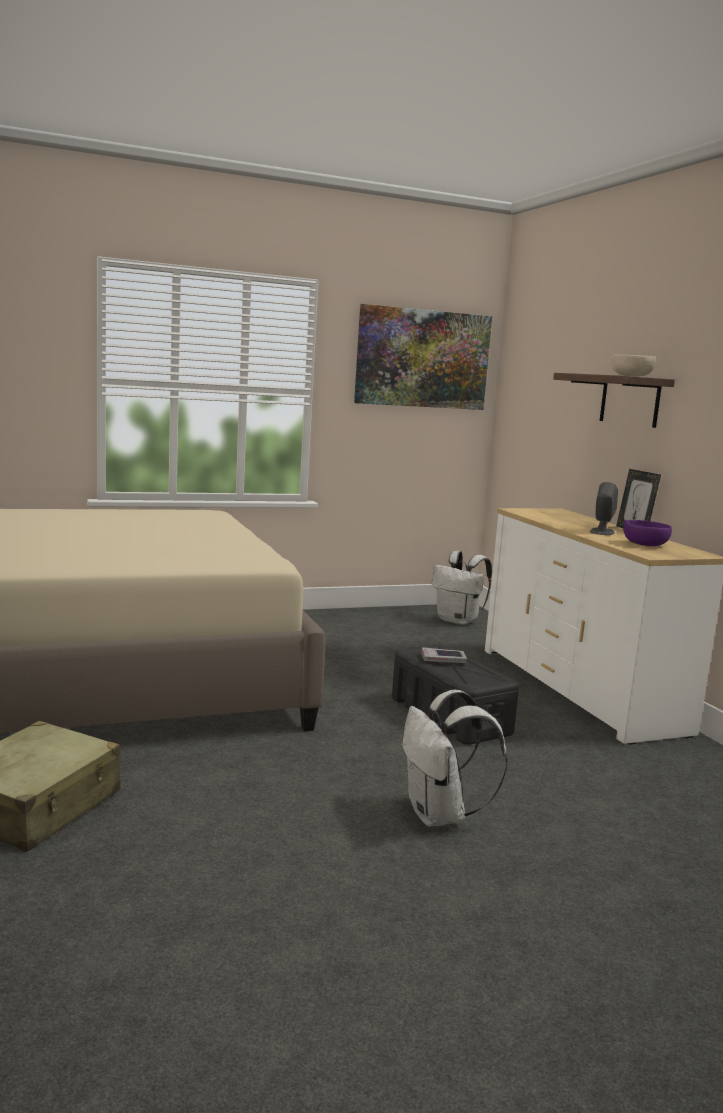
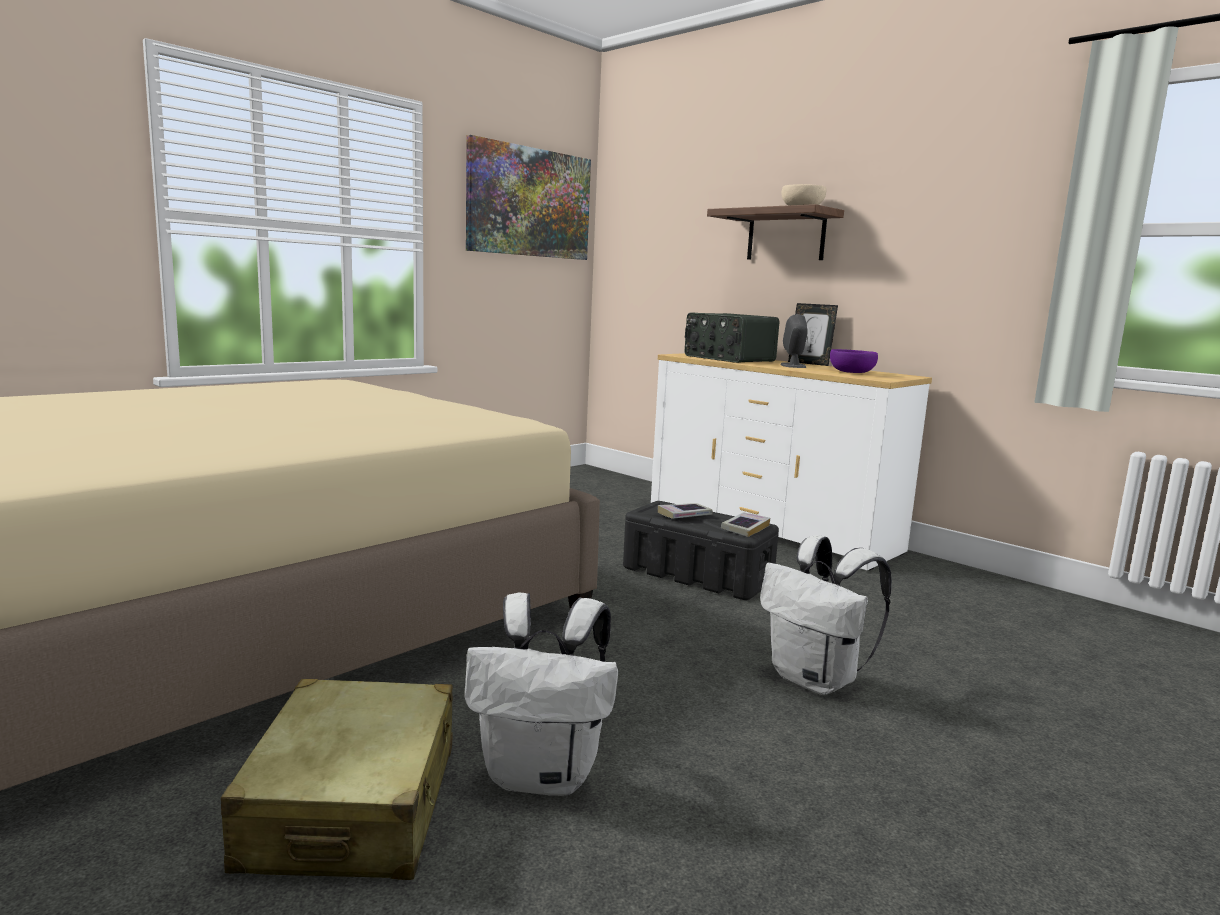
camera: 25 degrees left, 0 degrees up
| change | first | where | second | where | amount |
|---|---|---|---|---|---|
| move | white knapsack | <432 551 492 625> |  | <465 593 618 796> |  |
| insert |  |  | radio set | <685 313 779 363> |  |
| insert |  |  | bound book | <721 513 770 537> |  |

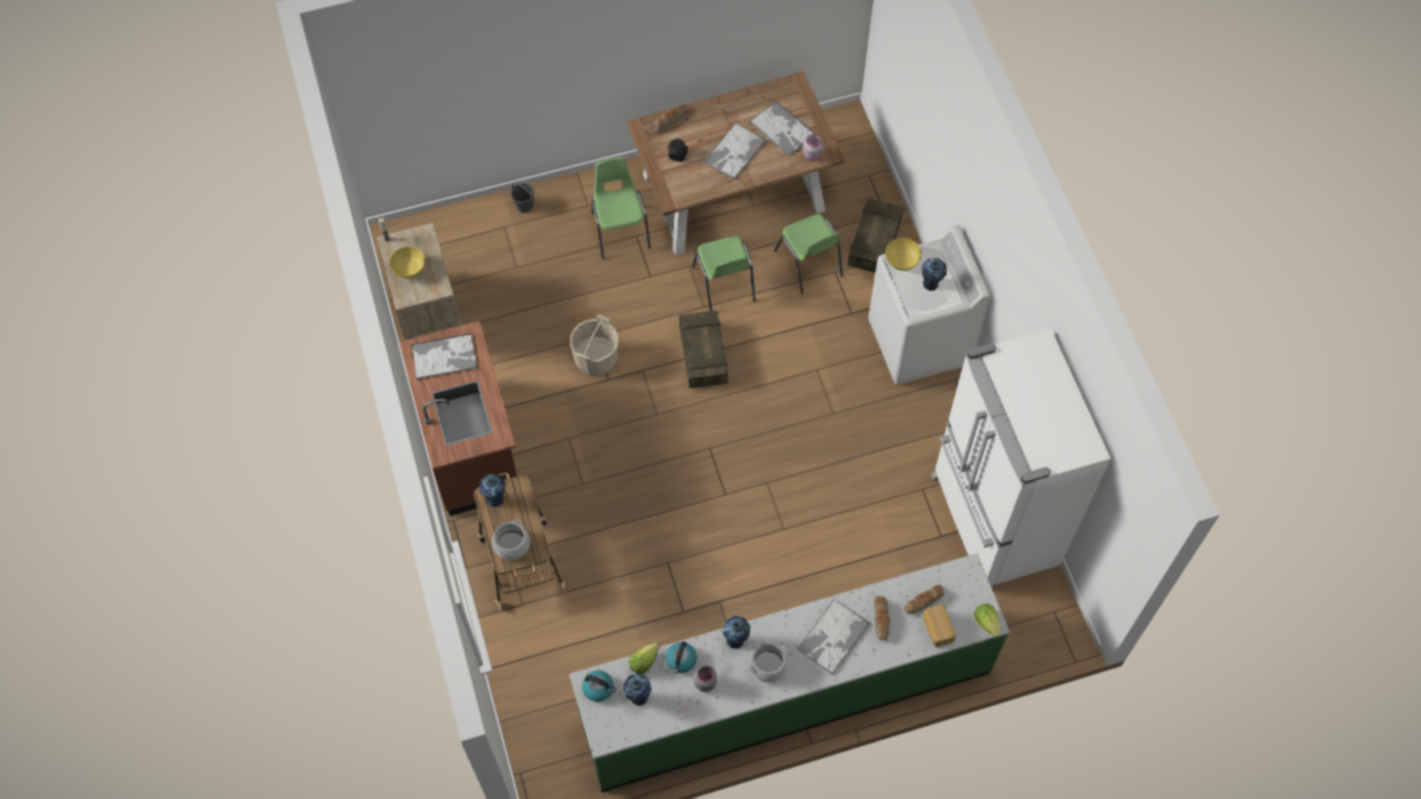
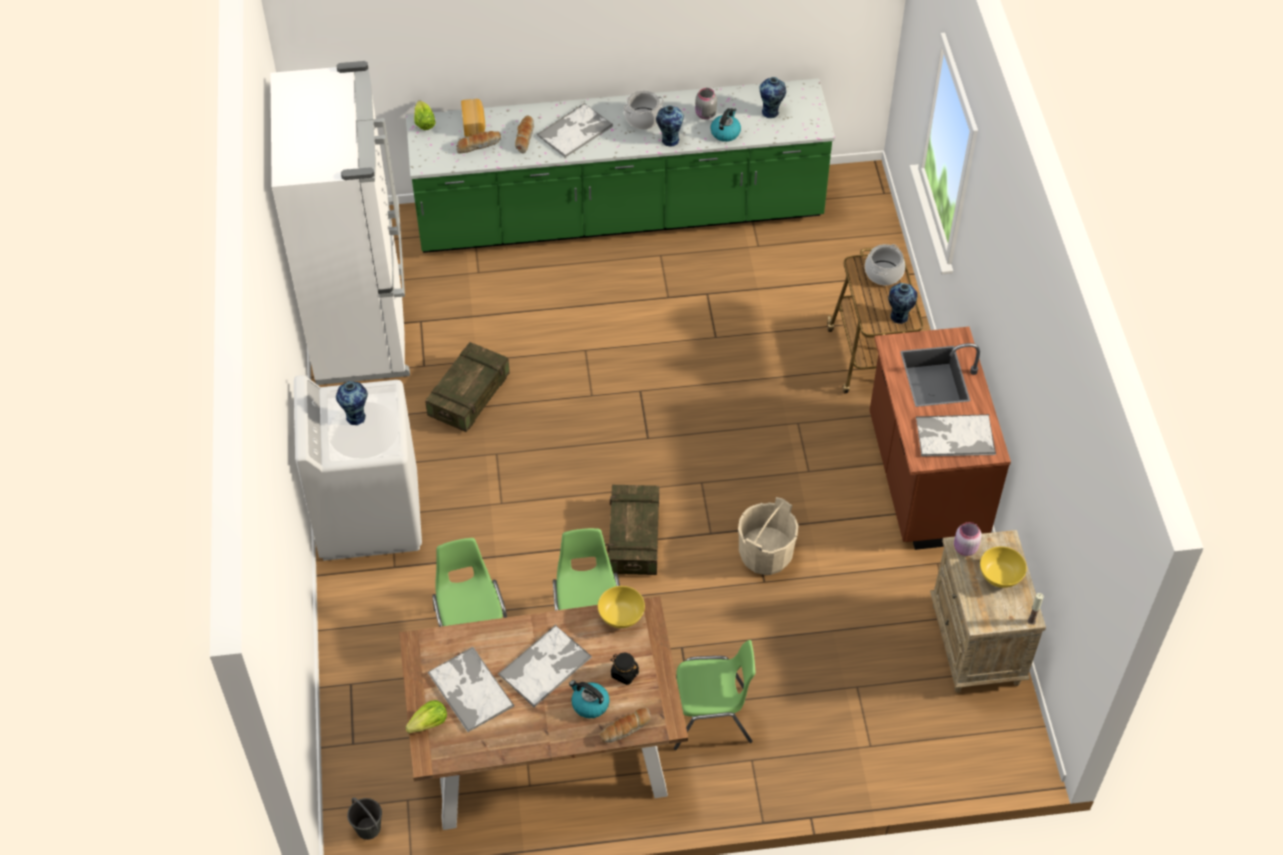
camera: 170 degrees left, 10 degrees down
| change | first | where | second | where | amount |
|---|---|---|---|---|---|
| move | gray pail | <511 182 535 213> |  | <347 798 382 840> |  |
| move | kettle | <582 670 616 702> |  | <569 680 609 718> |  |
| rotate | green-coloured upright chair | <591 158 651 259> |  | <674 640 755 750> | 90 degrees counterclockwise |
| move | head of lettuce | <629 643 660 674> |  | <405 700 447 733> |  |
| move | pink-coloured preserve jar | <803 134 823 160> |  | <954 522 982 556> |  |
| move | packing crate | <848 198 904 273> |  | <425 342 510 432> |  |
| move | yellow-coloured serving bowl | <885 238 922 271> |  | <598 586 645 628> |  |

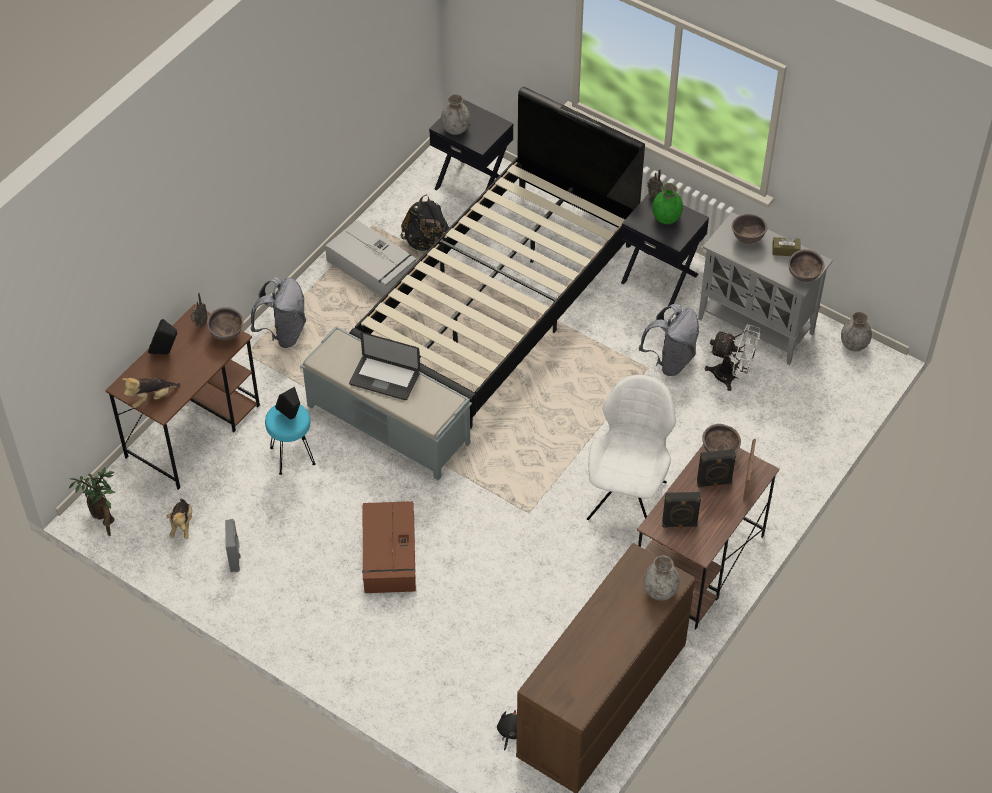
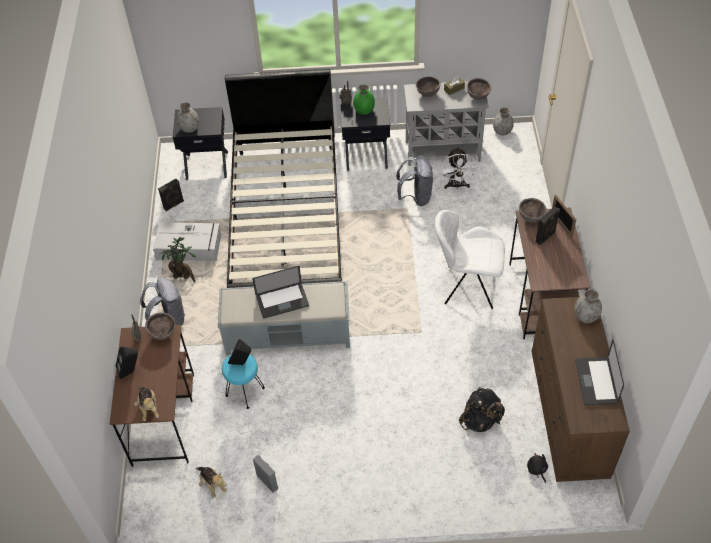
camera: 35 degrees left, 0 degrees up
| change | first | where | second | where | amount |
|---|---|---|---|---|---|
| move | plant in a pot | <69 467 115 536> |  | <160 237 196 282> |  |
| rotate | soft toy | <122 378 181 408> |  | <134 387 159 421> | 45 degrees counterclockwise |
| delete | brown storage container | <362 501 416 593> |  |  |  |
| move | black-coloured knapsack | <400 194 449 251> |  | <459 387 505 432> |  |
| rotate | white upright chair | <587 375 676 520> |  | <435 210 505 309> | 60 degrees counterclockwise |
| move | black-coloured speaker | <662 492 701 528> |  | <158 179 184 211> |  |
| rotate | white fan | <705 324 760 391> |  | <440 147 478 190> | 105 degrees clockwise |
| insert |  |  | laptop | <575 339 624 405> |  |

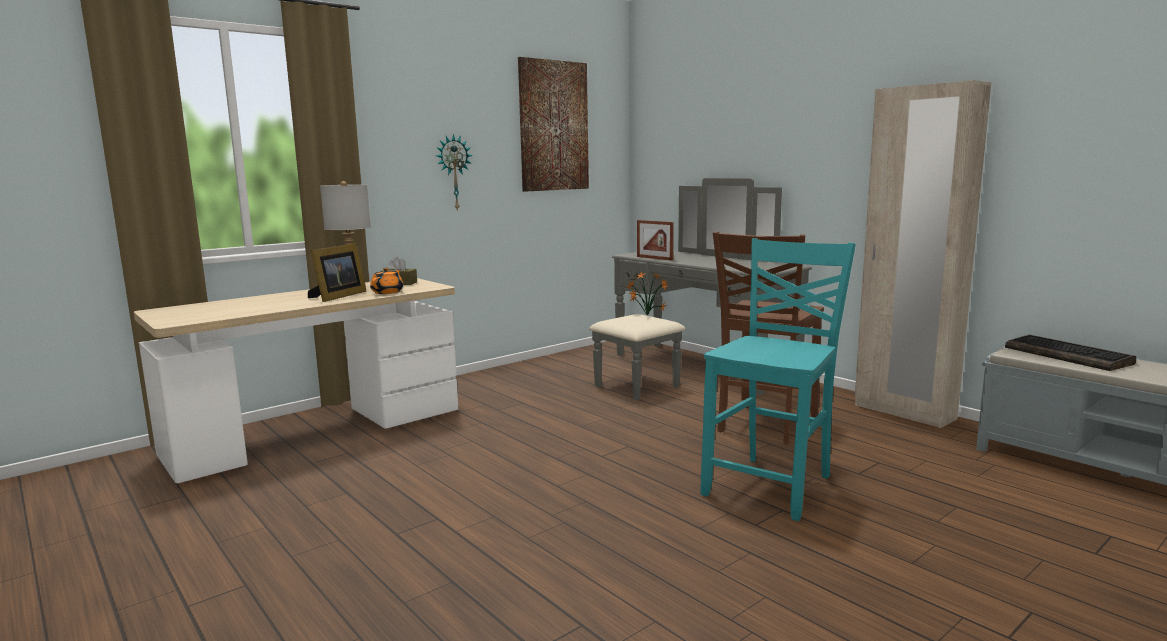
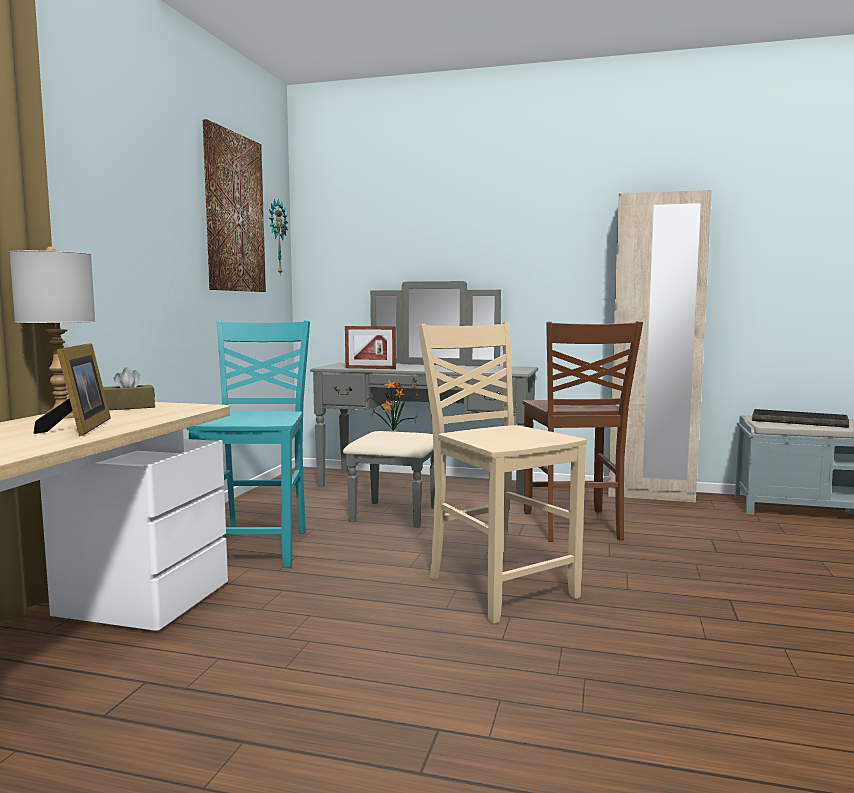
camera: 35 degrees left, 5 degrees down
| change | first | where | second | where | amount |
|---|---|---|---|---|---|
| delete | orange-coloured tea pot | <370 268 403 294> |  |  |  |
| move | clock on the wall | <436 134 473 211> |  | <269 199 288 275> |  |
| move | turquoise upright chair | <700 238 856 521> |  | <186 321 310 568> |  |
| insert |  |  | sand-coloured upright chair | <418 322 587 624> |  |

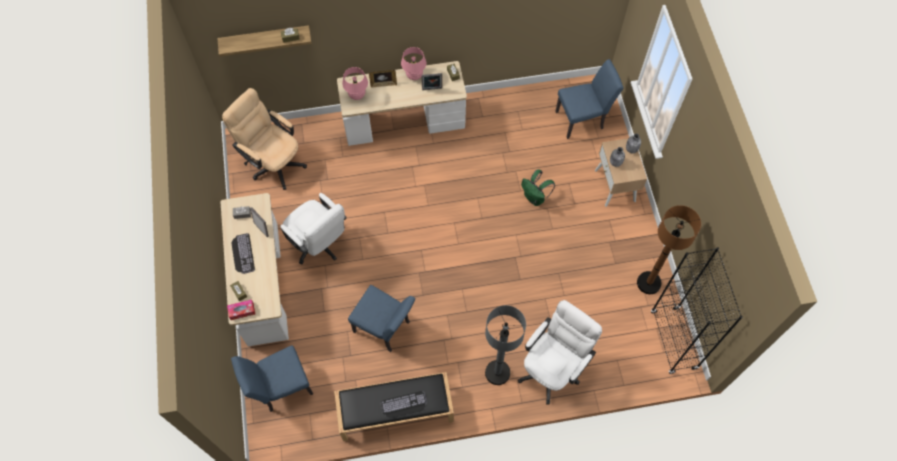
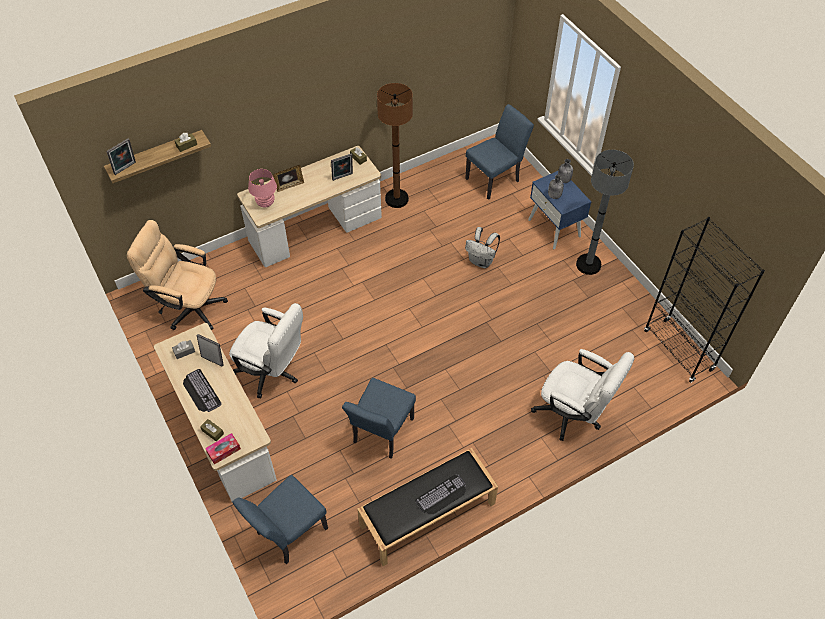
camera: 20 degrees left, 10 degrees down
| change | first | where | second | where | amount |
|---|---|---|---|---|---|
| rotate | blue upright chair | <348 285 416 352> |  | <342 378 416 459> | 105 degrees clockwise |
| delete | pink-coloured lamp for a table | <401 47 426 80> |  |  |  |
| move | gray floor lamp | <485 305 526 385> |  | <576 150 634 275> |  |
| rotate | white office chair | <518 300 602 405> |  | <531 349 634 441> | 105 degrees clockwise |
| recolor | green-coloured knapsack | <521 169 555 206> | white knapsack | <465 227 500 268> |  |
| recolor | sand-coloured night table | <595 138 647 207> | blue night table | <528 171 591 249> |  |
| move | brown floor lamp | <637 205 701 294> |  | <377 83 413 208> |  |
| insert |  |  | photo frame | <107 138 136 175> |  |

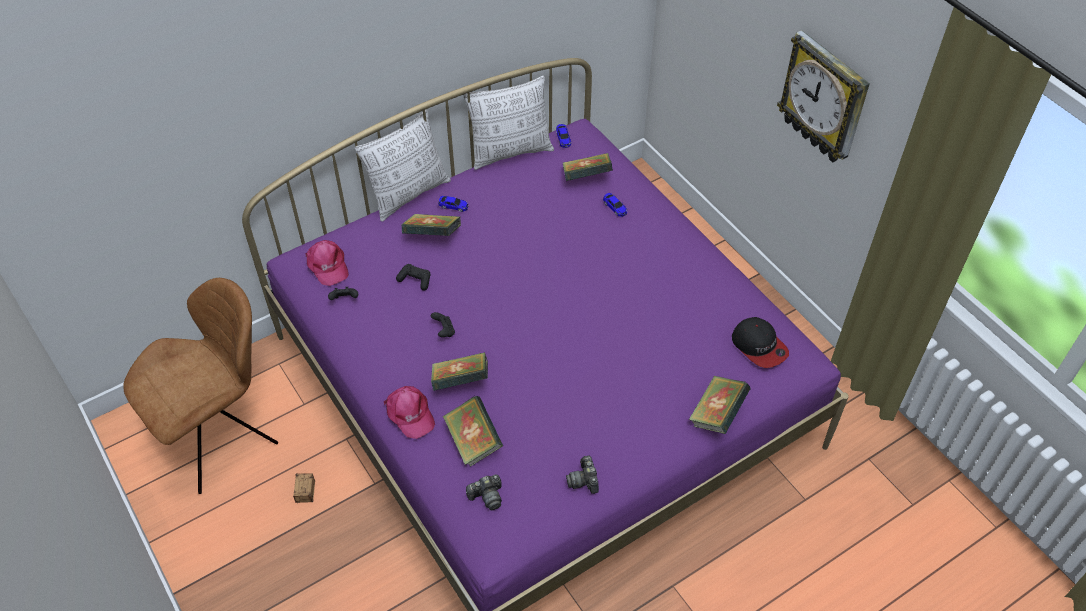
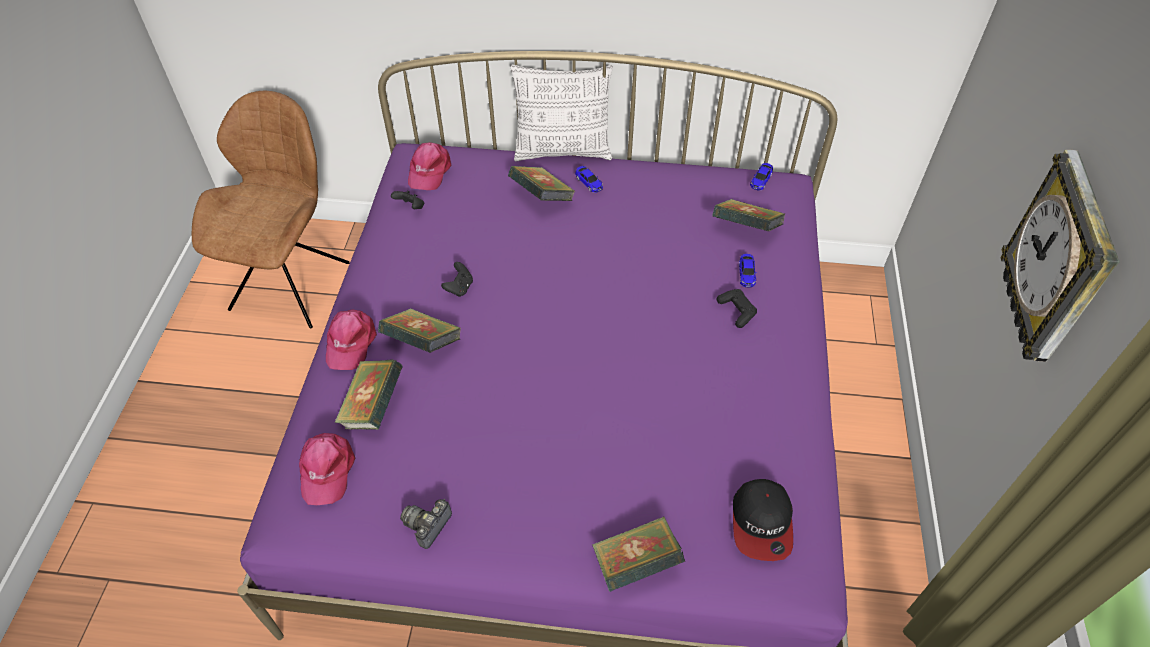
camera: 40 degrees right, 0 degrees up
| change | first | where | second | where | amount |
|---|---|---|---|---|---|
| rotate | brown upright chair | <123 278 278 494> |  | <192 91 350 328> | 75 degrees counterclockwise |
| delete | storage container | <293 473 315 512> |  |  |  |
| move | black-coloured gamepad | <396 264 430 291> |  | <717 289 757 328> |  |
| delete | pillow | <463 76 554 170> |  |  |  |
| replace | still camera | <466 474 502 510> | pink-coloured peaked cap | <299 433 355 505> |  |

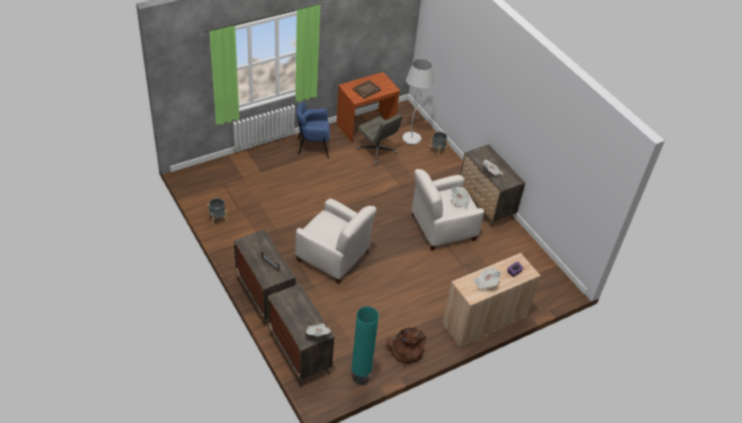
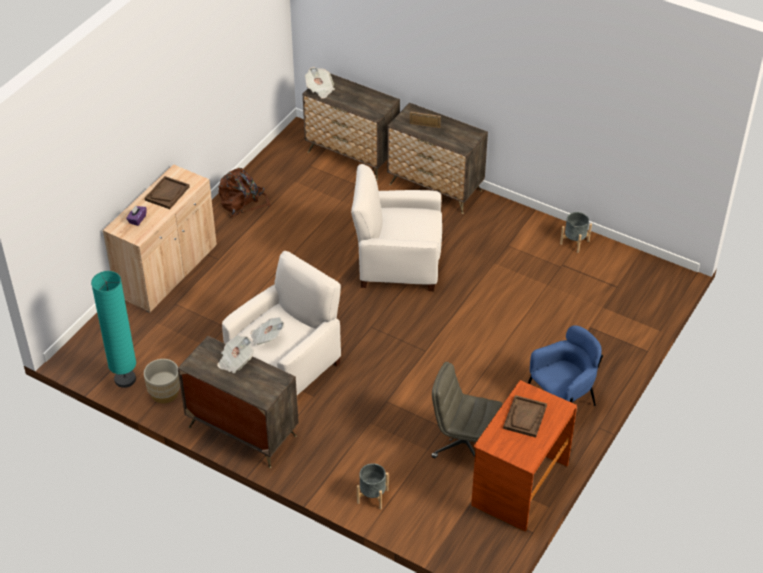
camera: 155 degrees right, 0 degrees up
| change | first | where | second | where | amount |
|---|---|---|---|---|---|
| move | turquoise floor lamp | <351 306 379 385> |  | <91 271 136 388> |  |
| delete | white floor lamp | <403 58 434 144> |  |  |  |
| replace | printed paper | <473 268 501 290> | brown carrying tray | <145 176 190 209> |  |
| insert |  |  | sand-coloured plant pot | <144 359 180 404> |  |

